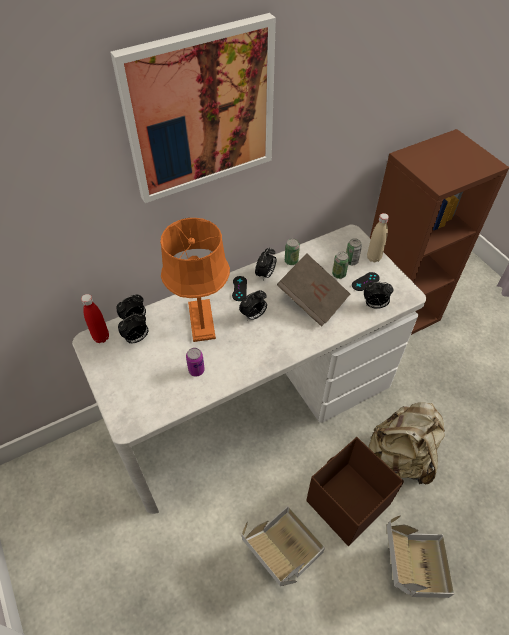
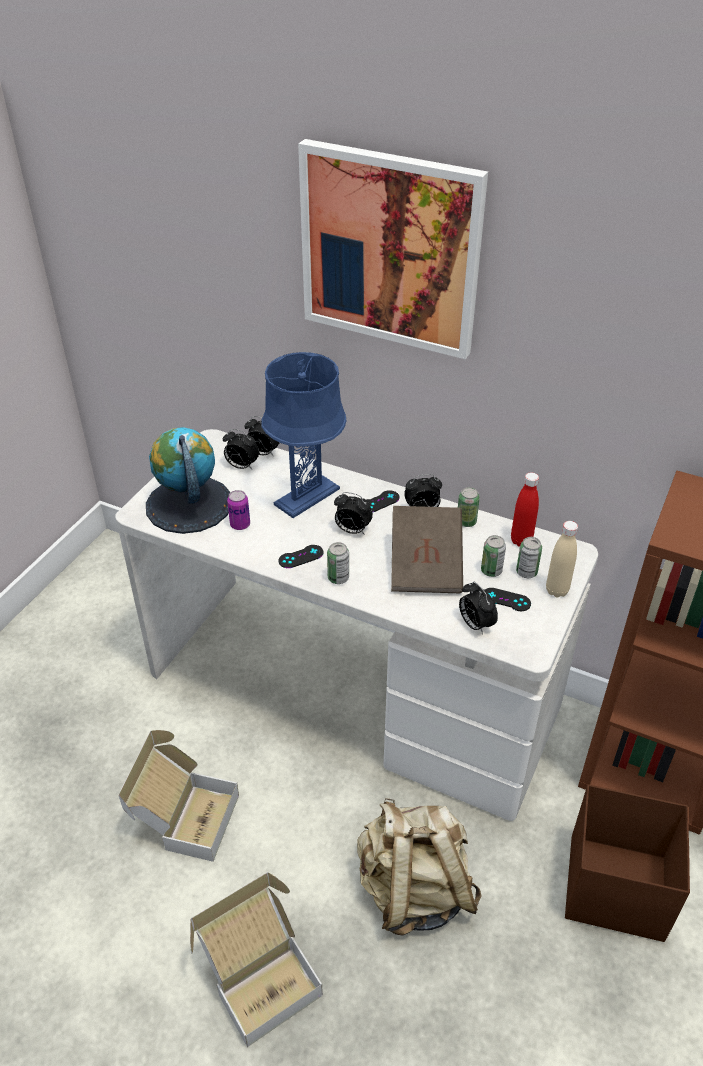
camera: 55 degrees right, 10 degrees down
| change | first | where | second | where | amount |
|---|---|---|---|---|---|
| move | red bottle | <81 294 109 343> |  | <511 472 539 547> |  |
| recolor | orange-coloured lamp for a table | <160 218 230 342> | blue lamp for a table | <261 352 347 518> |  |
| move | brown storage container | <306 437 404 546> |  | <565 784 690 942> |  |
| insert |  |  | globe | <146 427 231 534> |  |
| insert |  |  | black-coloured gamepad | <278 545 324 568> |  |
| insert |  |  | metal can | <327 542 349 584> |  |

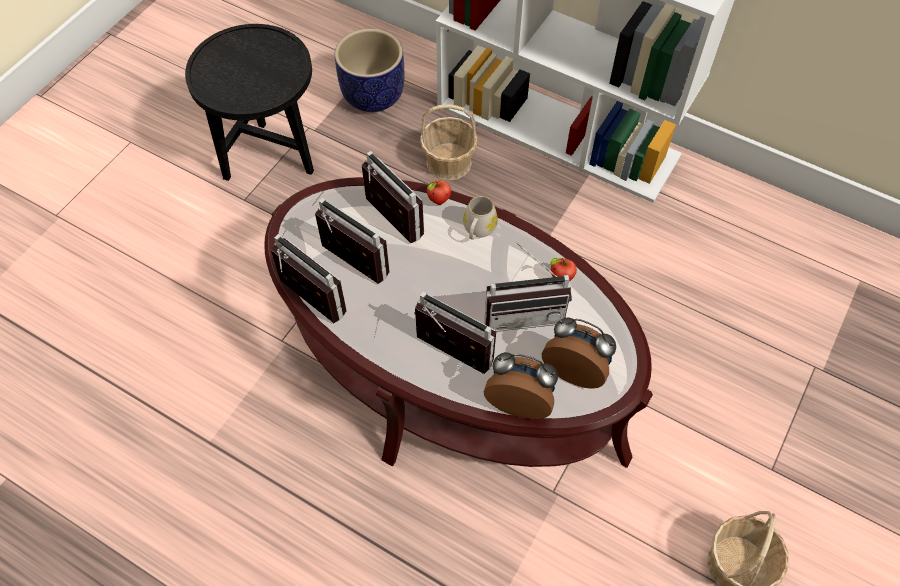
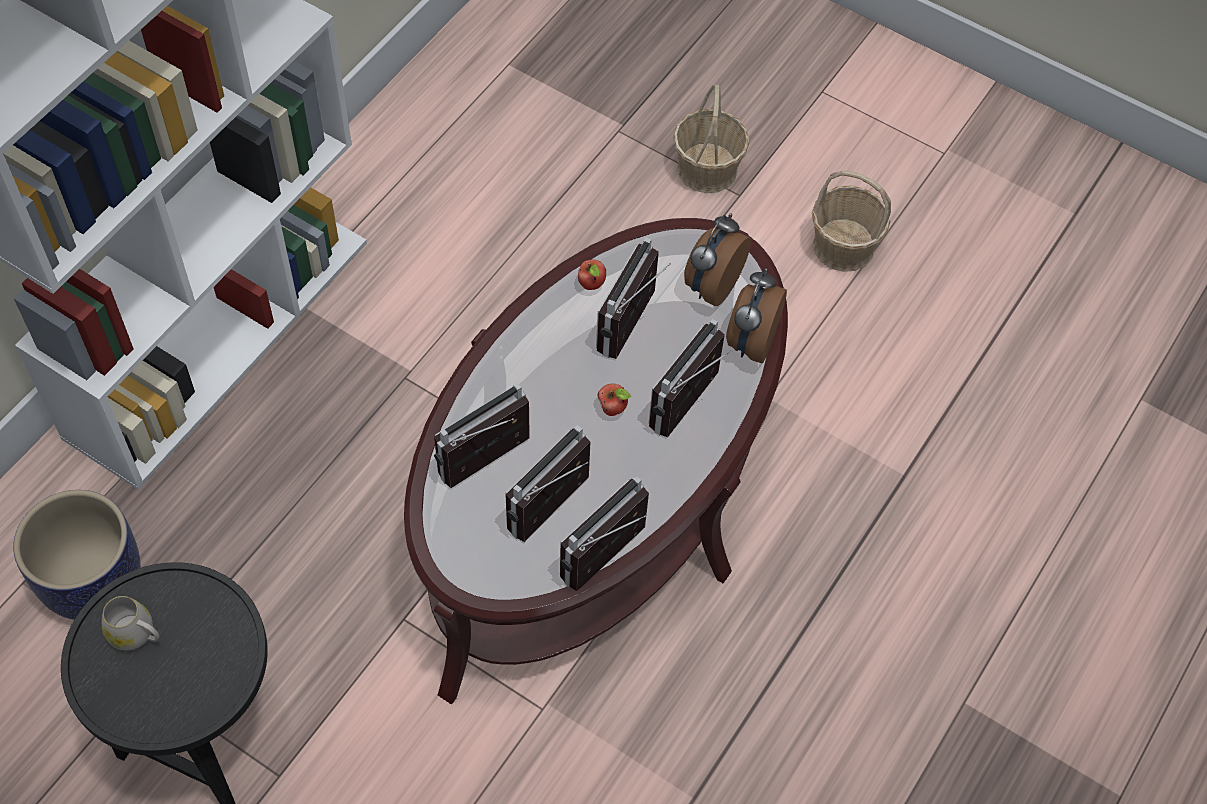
camera: 90 degrees left, 0 degrees up
| change | first | where | second | where | amount |
|---|---|---|---|---|---|
| move | household basket | <420 104 478 181> |  | <673 84 750 193> |  |
| move | whole apple | <427 180 451 205> |  | <598 384 631 416> |  |
| move | white tea mug | <463 196 498 240> |  | <102 596 160 651> |  |
| rotate | radio set | <484 243 572 332> |  | <596 237 671 359> | 150 degrees counterclockwise |

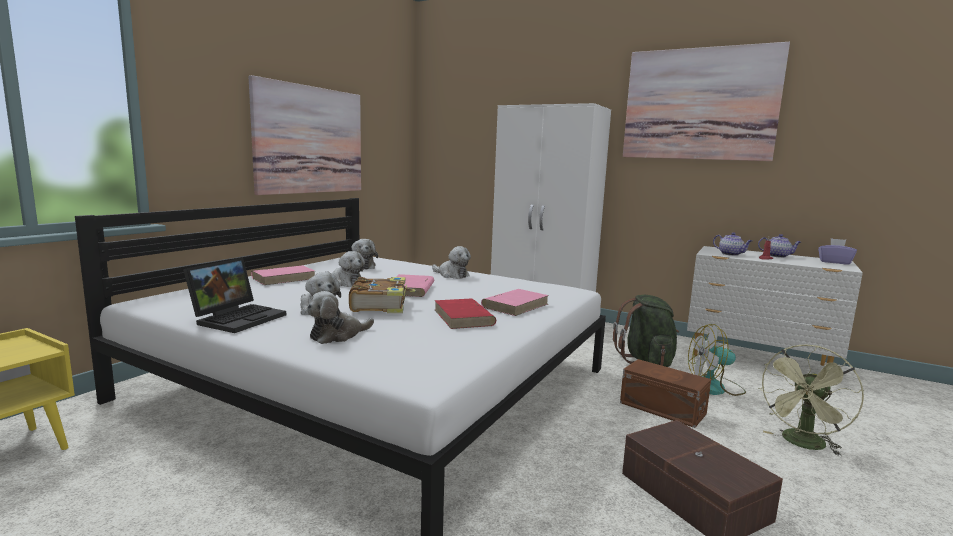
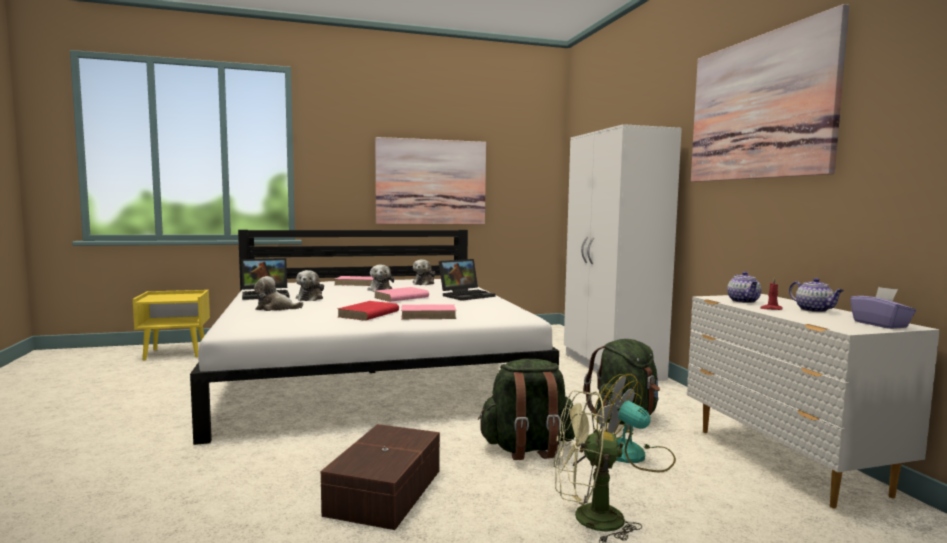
camera: 45 degrees right, 5 degrees down
| change | first | where | second | where | amount |
|---|---|---|---|---|---|
| delete | bound book | <349 277 416 313> |  |  |  |
| replace | soft toy | <432 246 471 279> | laptop | <439 259 495 301> |  |
| replace | brown storage container | <620 359 711 428> | green-coloured knapsack | <478 359 575 460> |  |

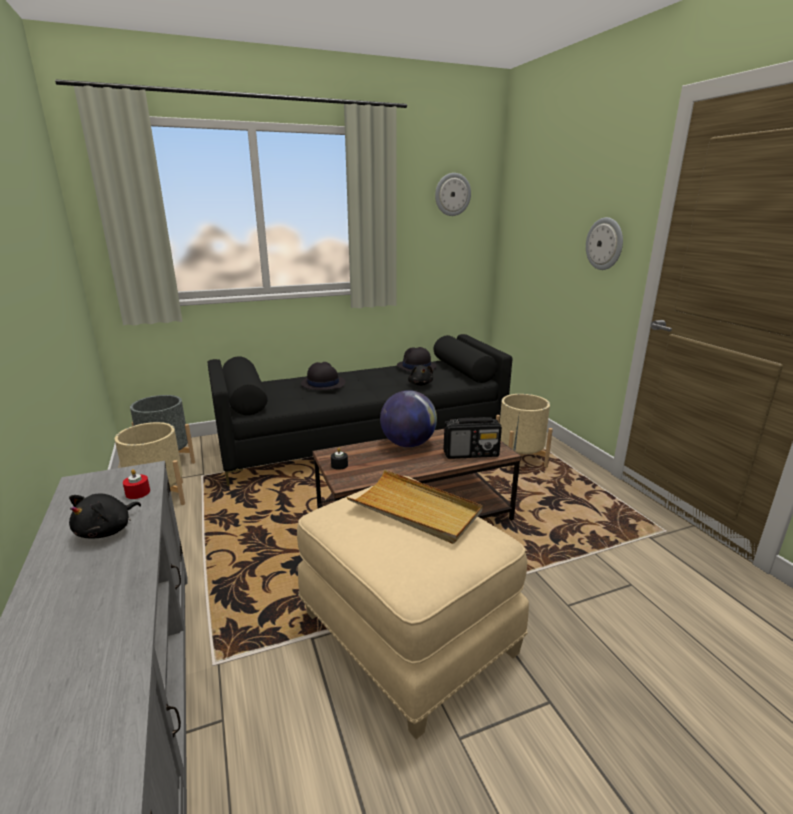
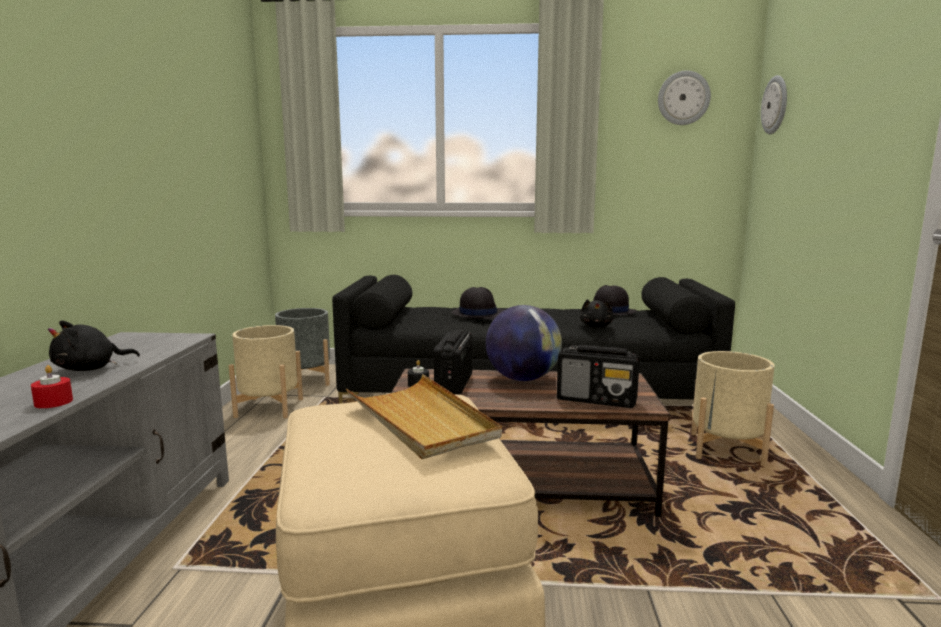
camera: 25 degrees right, 10 degrees down
| change | first | where | second | where | amount |
|---|---|---|---|---|---|
| move | red candle | <123 469 150 499> |  | <31 365 73 408> |  |
| move | clock on the wall | <586 217 623 270> |  | <761 75 787 134> |  |
| insert |  |  | radio set | <434 330 472 395> |  |

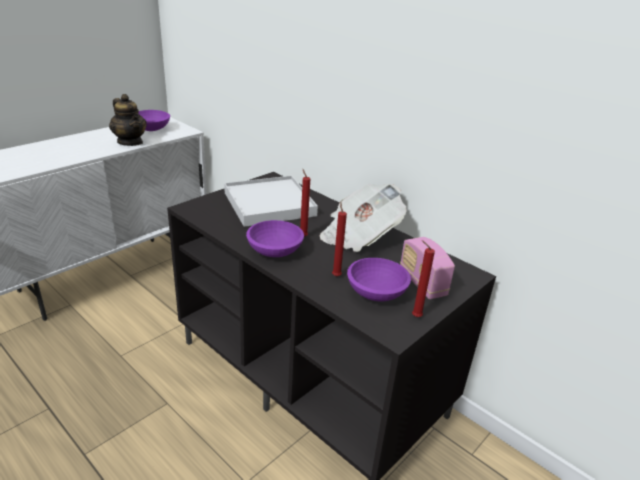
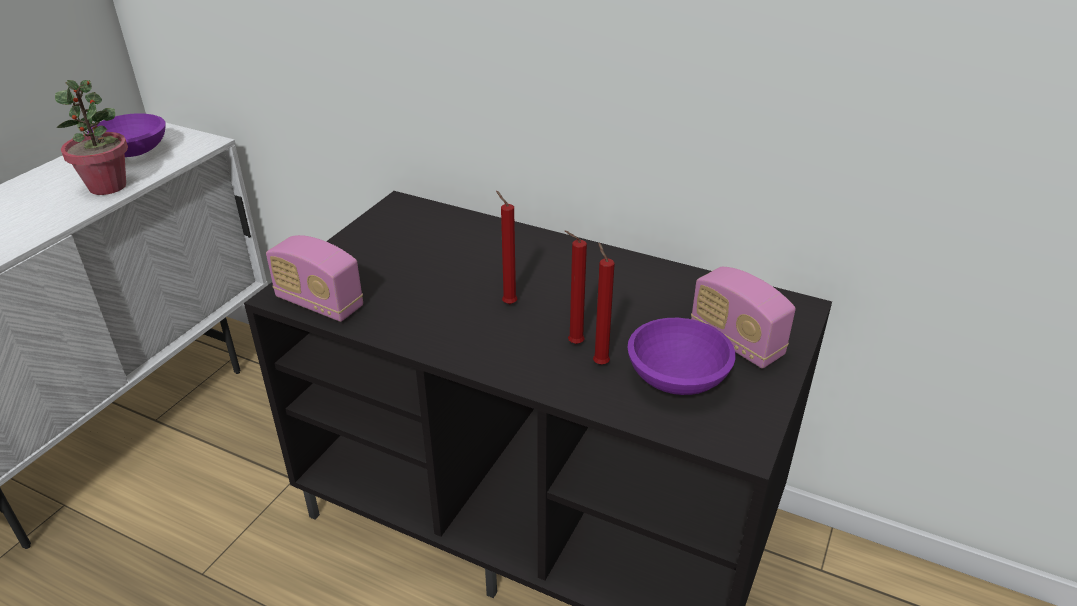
camera: 15 degrees left, 5 degrees up
| change | first | where | second | where | amount |
|---|---|---|---|---|---|
| replace | tea pot | <109 94 147 146> | plant in a pot | <55 80 128 195> |  |
| delete | white carrying tray | <224 176 318 227> |  |  |  |
| delete | purplish serving bowl | <246 220 304 257> |  |  |  |
| delete | printed paper | <320 184 406 252> |  |  |  |
| move | red candle | <412 240 435 317> |  | <565 231 587 344> |  |
| insert |  |  | radio set | <266 235 363 322> |  |

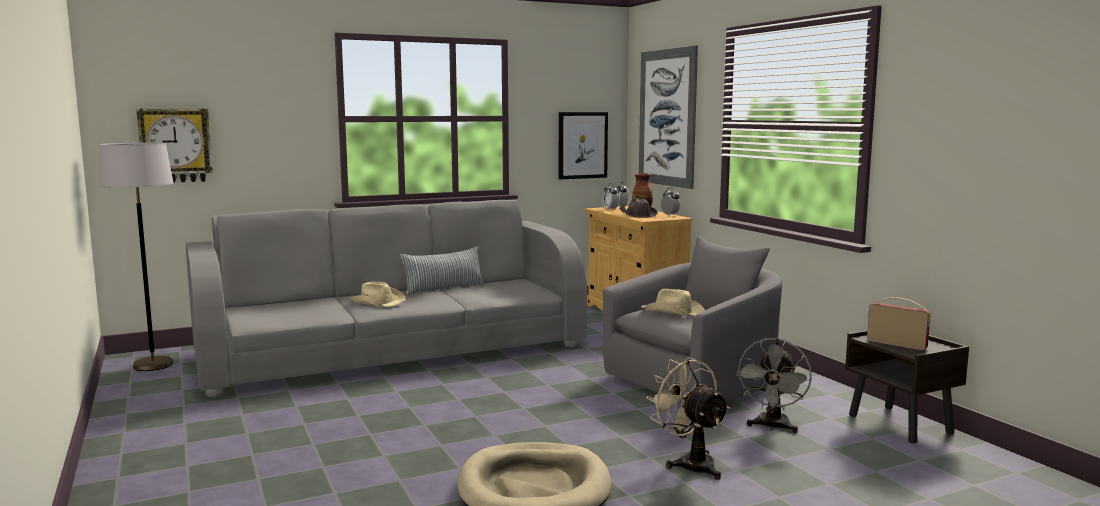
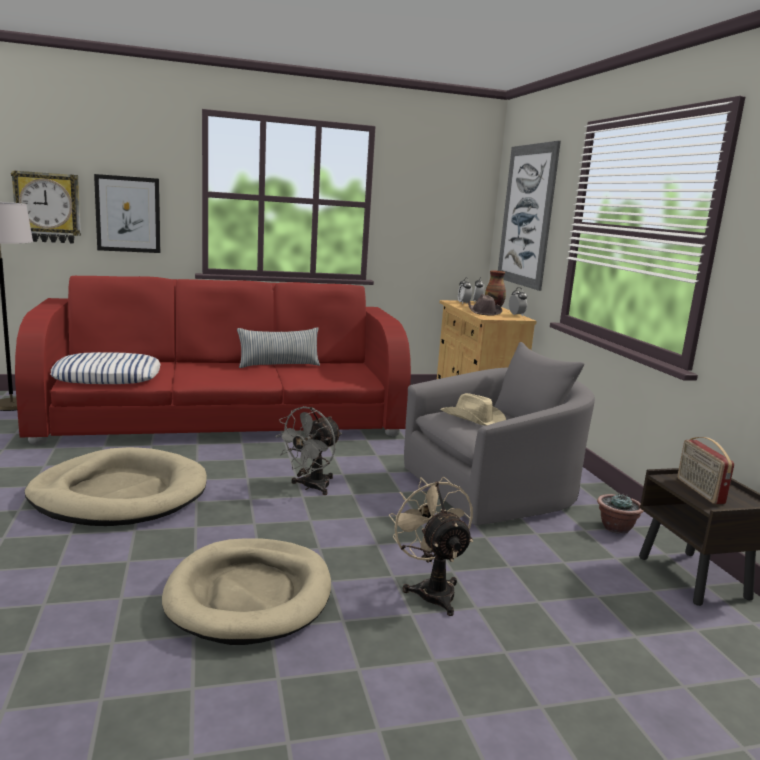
camera: 10 degrees right, 5 degrees up
| change | first | where | second | where | amount |
|---|---|---|---|---|---|
| recolor | gray sofa | <186 200 587 398> | red sofa | <15 276 411 446> |  |
| delete | sand-coloured clothing hat | <349 281 406 307> |  |  |  |
| move | picture | <559 112 608 179> |  | <94 174 160 253> |  |
| move | gray fan | <736 338 812 433> |  | <275 406 342 495> |  |
| rotate | radio set | <867 297 931 350> |  | <677 437 734 504> | 150 degrees counterclockwise |
| insert |  |  | sand-coloured pet bed | <25 447 207 526> |  |
| insert |  |  | pillow | <51 352 161 384> |  |
| insert |  |  | plant in a pot | <597 493 644 534> |  |

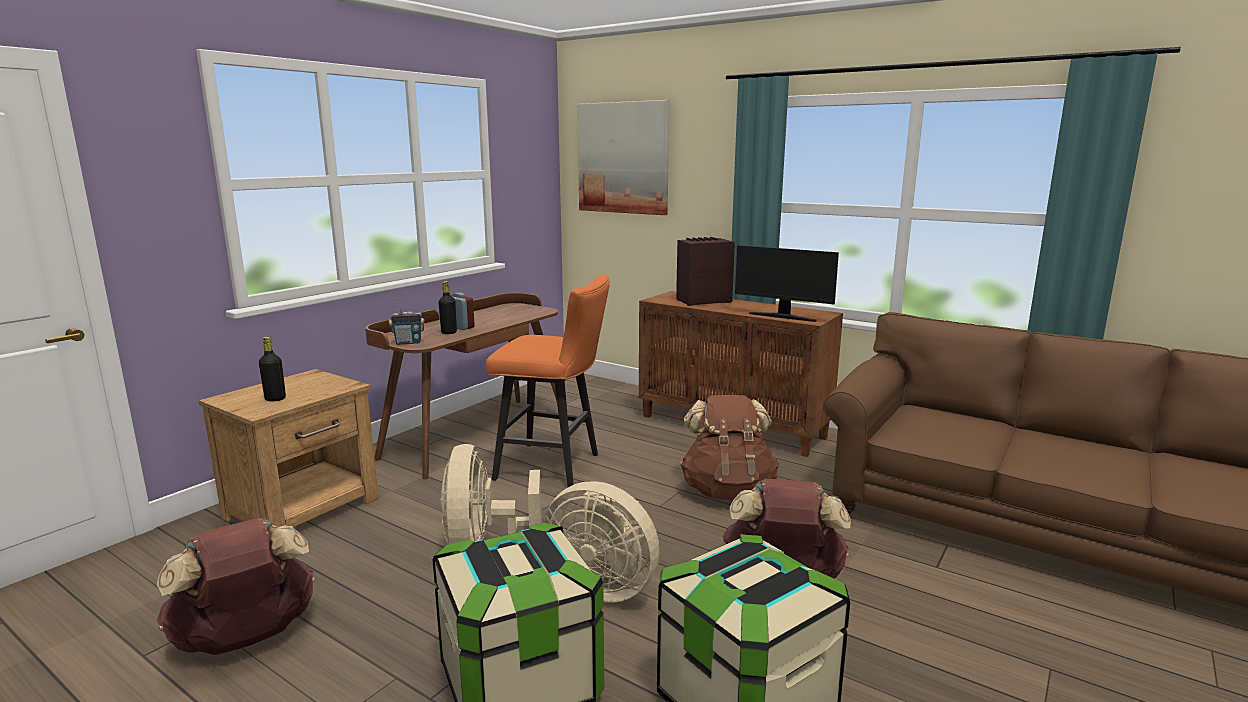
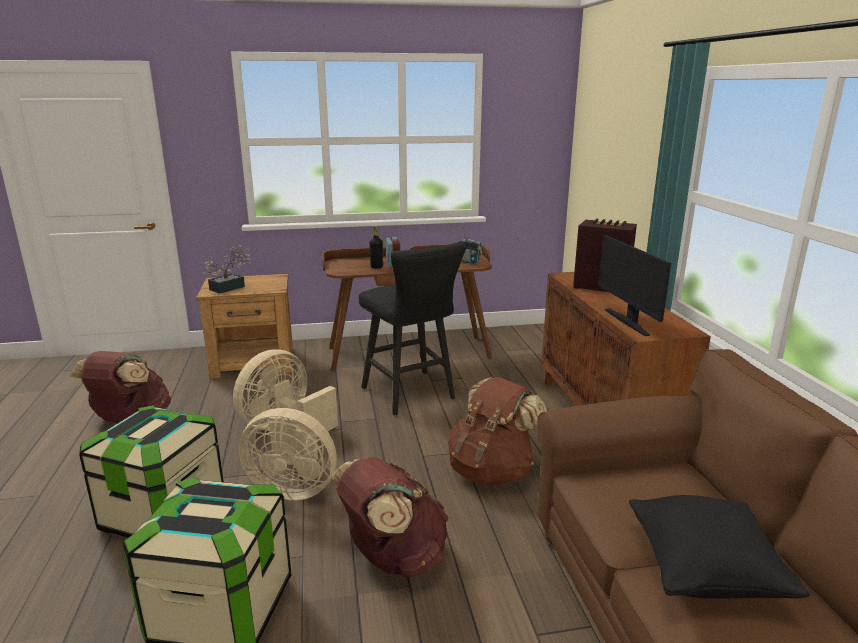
camera: 45 degrees right, 5 degrees up
| change | first | where | second | where | amount |
|---|---|---|---|---|---|
| replace | black-coloured bottle | <259 337 286 402> | plant in a pot | <203 245 251 294> |  |
| move | radio set | <389 298 425 345> |  | <459 228 482 264> |  |
| recolor | orange-coloured stool seat | <486 275 610 487> | black-coloured stool seat | <359 242 466 415> |  |
| rotate | sand-coloured fan | <543 481 659 603> |  | <239 408 337 500> | 60 degrees counterclockwise |
| delete | picture | <577 100 669 215> |  |  |  |
| insert |  |  | black-coloured pillow | <629 495 810 599> |  |

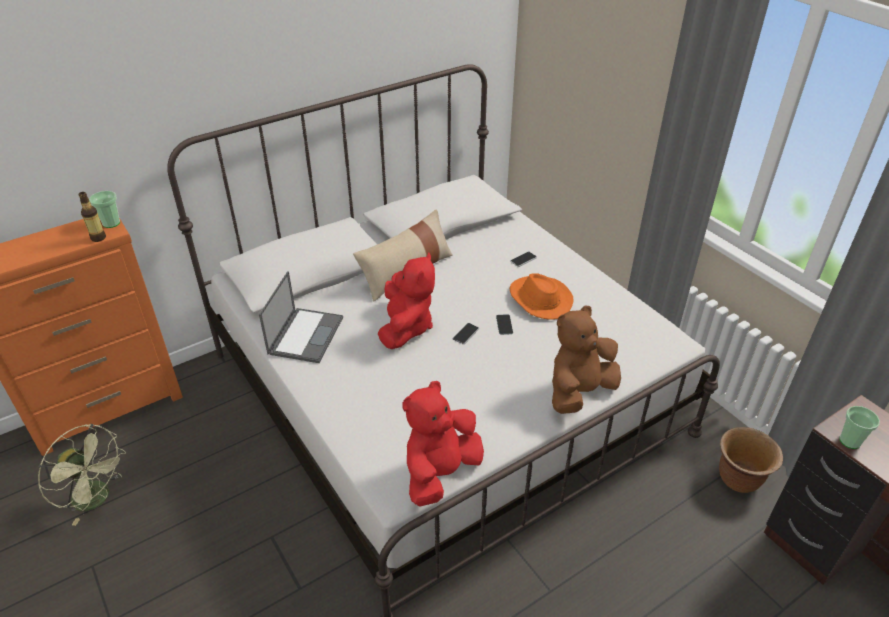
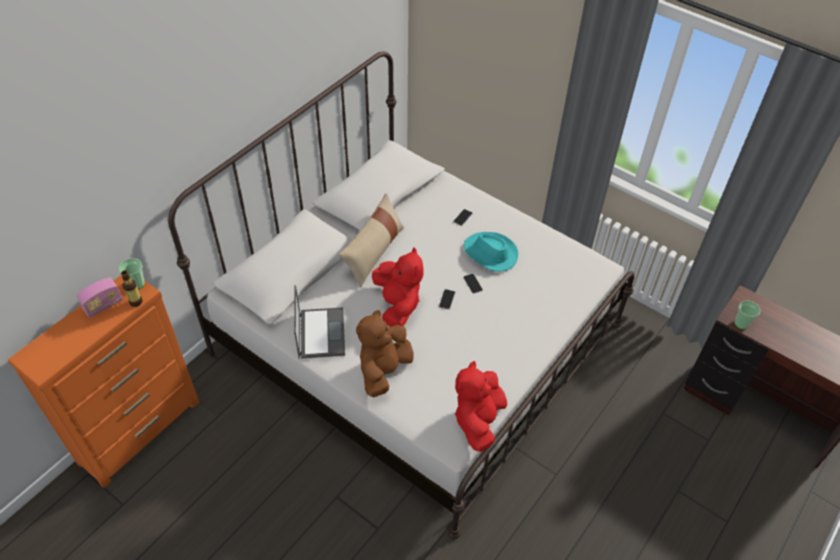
camera: 20 degrees left, 10 degrees up
| change | first | where | second | where | amount |
|---|---|---|---|---|---|
| delete | green-coloured fan | <38 424 126 526> |  |  |  |
| recolor | orange-coloured clothing hat | <510 273 574 320> | turquoise clothing hat | <464 232 518 272> |  |
| move | brown soft toy | <552 306 621 414> |  | <356 310 414 397> |  |
| delete | brown plant pot | <719 427 783 493> |  |  |  |
| insert |  |  | radio set | <76 278 123 318> |  |

